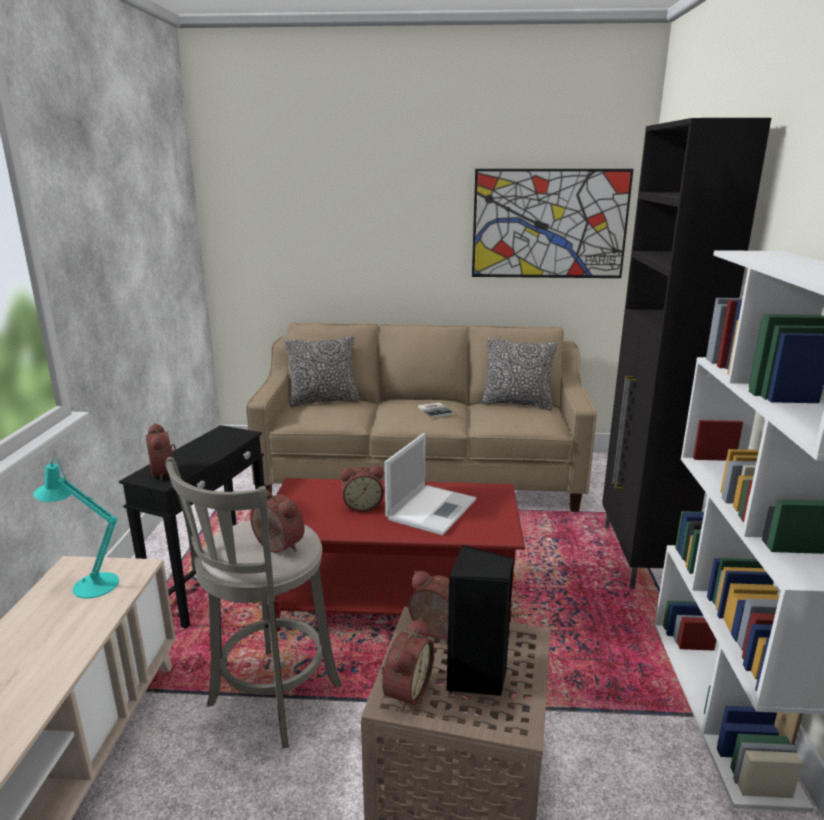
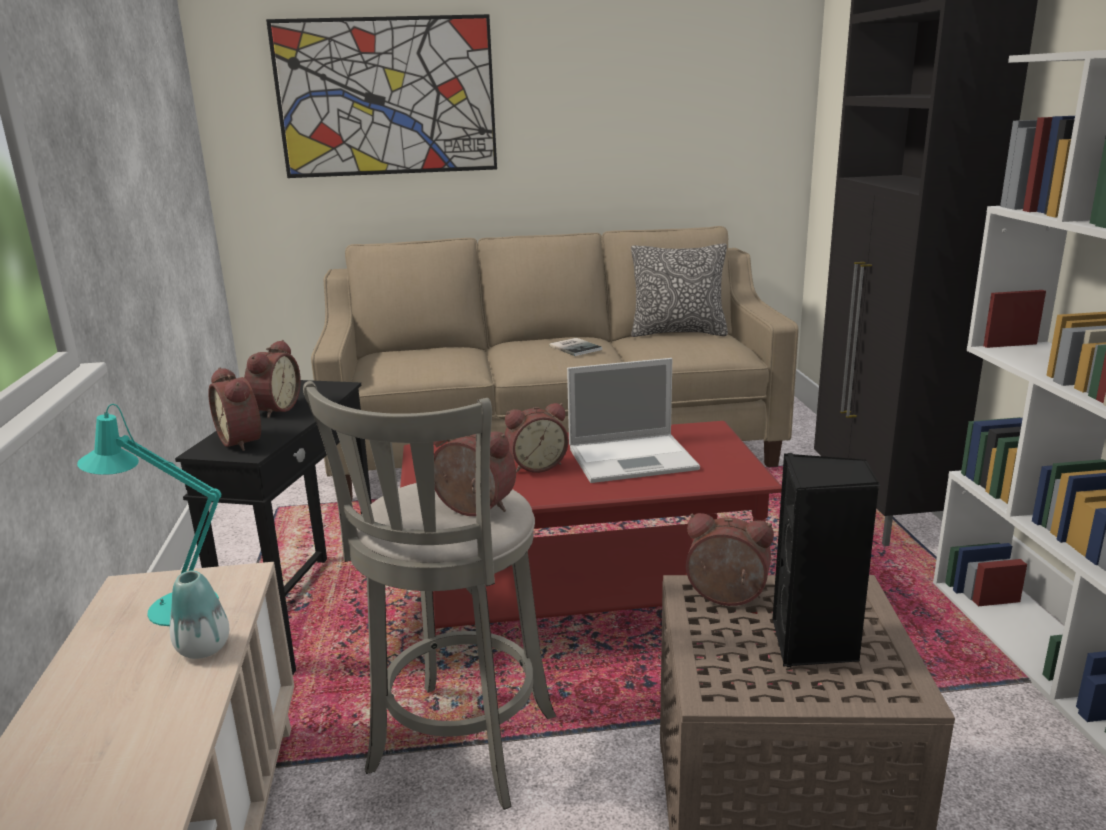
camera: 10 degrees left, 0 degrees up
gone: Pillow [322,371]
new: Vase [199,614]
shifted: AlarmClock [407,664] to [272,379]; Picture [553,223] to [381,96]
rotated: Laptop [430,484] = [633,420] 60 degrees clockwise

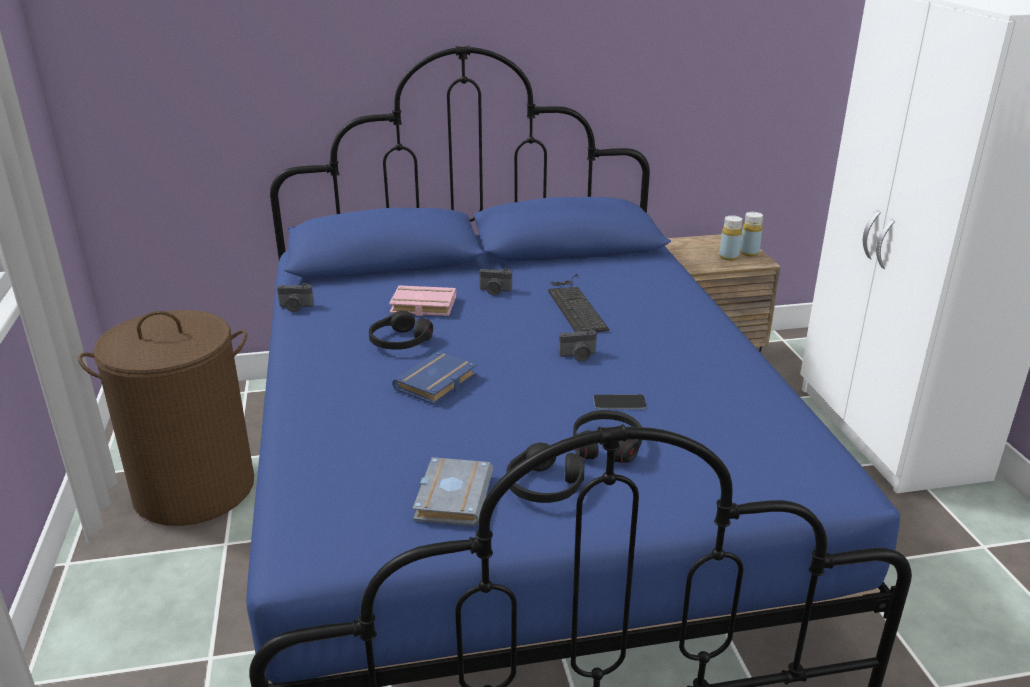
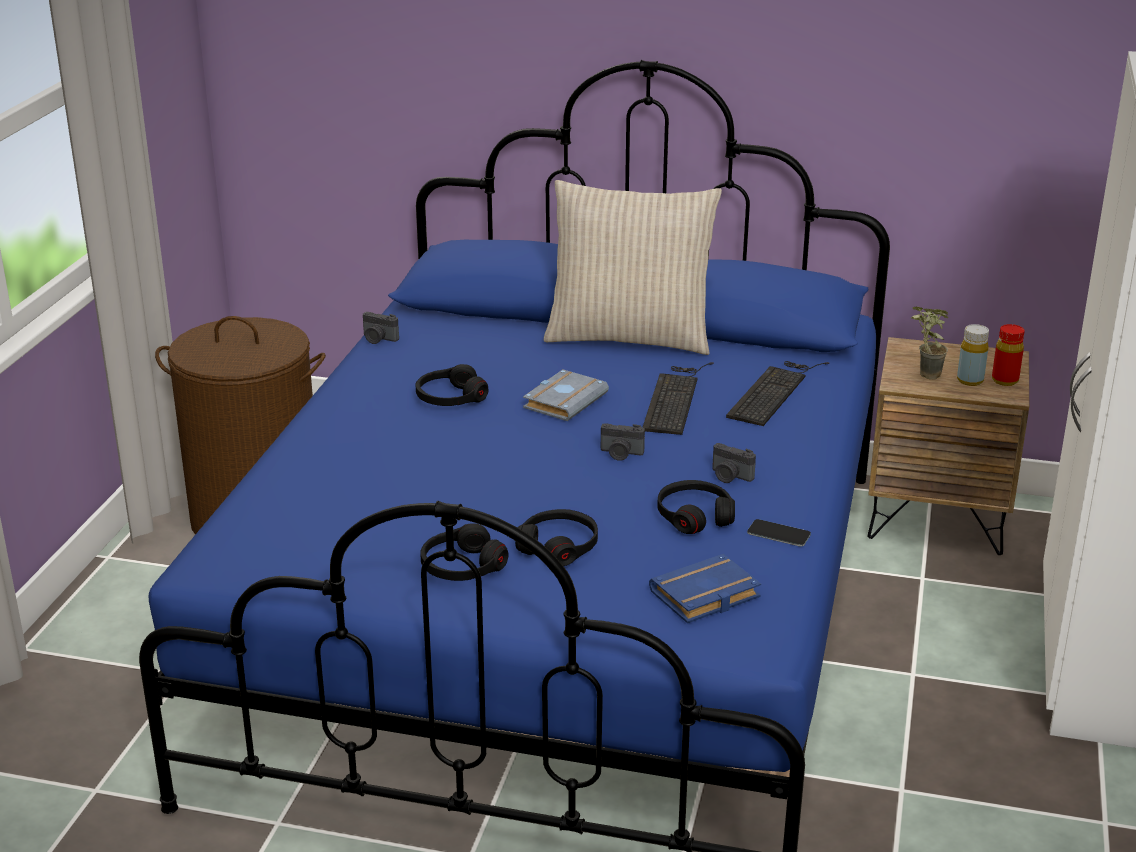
camera: 25 degrees right, 0 degrees up
gone: PinkBook [422,300]
new: BeigePillow [633,267]; BlackHeadphones [696,507]; Keyboard [778,393]; PottedPlant [929,343]
shifted: BlueBook [434,378] to [705,588]; GreyBook [453,491] to [566,395]; PhotoCamera [495,281] to [734,463]; Phone [619,402] to [779,533]
repainted: YellowBottle [751,234] to RedBottle [1008,355]

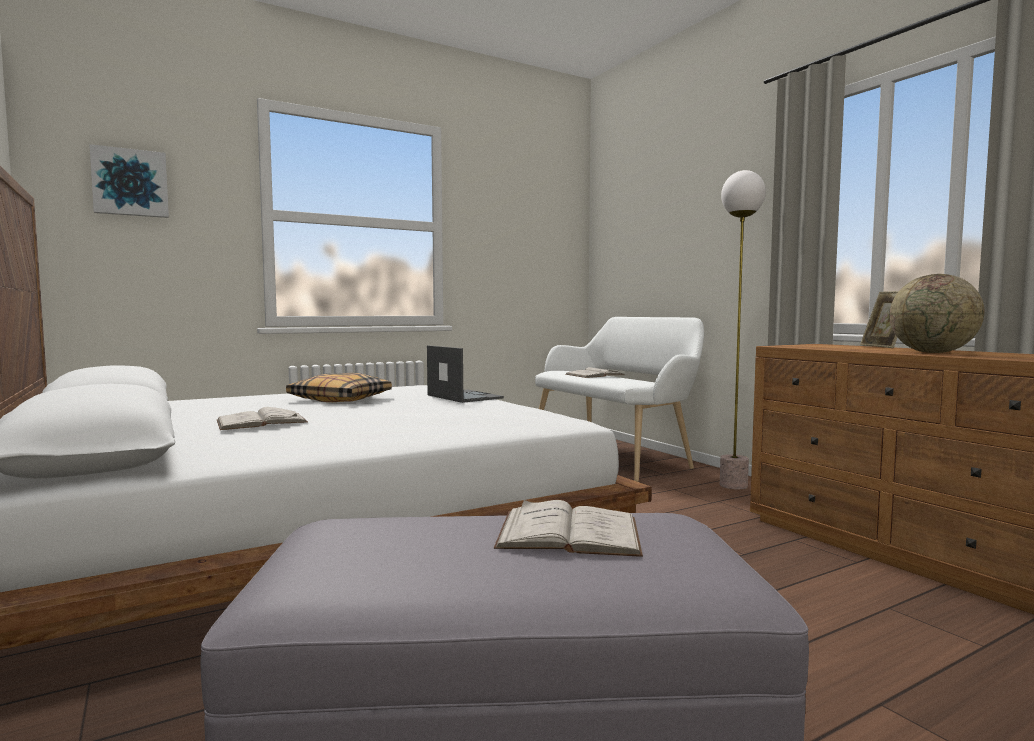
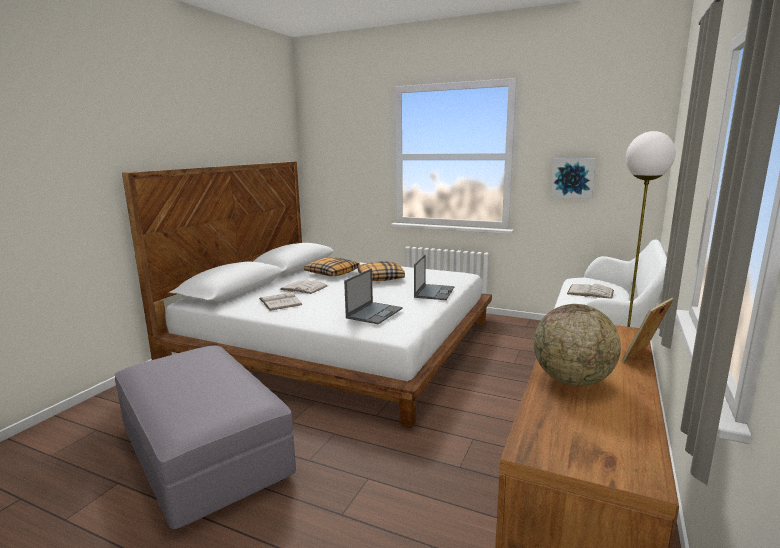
camera: 55 degrees right, 10 degrees up
new: Pillow [332,266]; Laptop [373,297]
shifted: Picture [129,181] to [573,178]; WhiteBook [568,528] to [280,301]

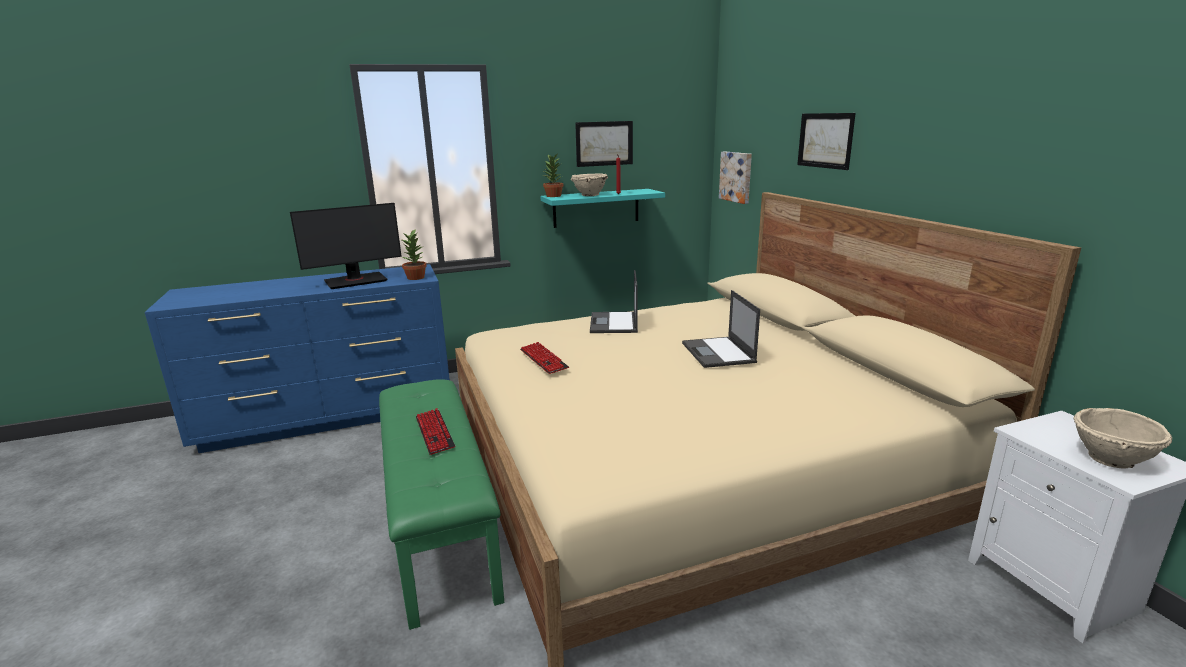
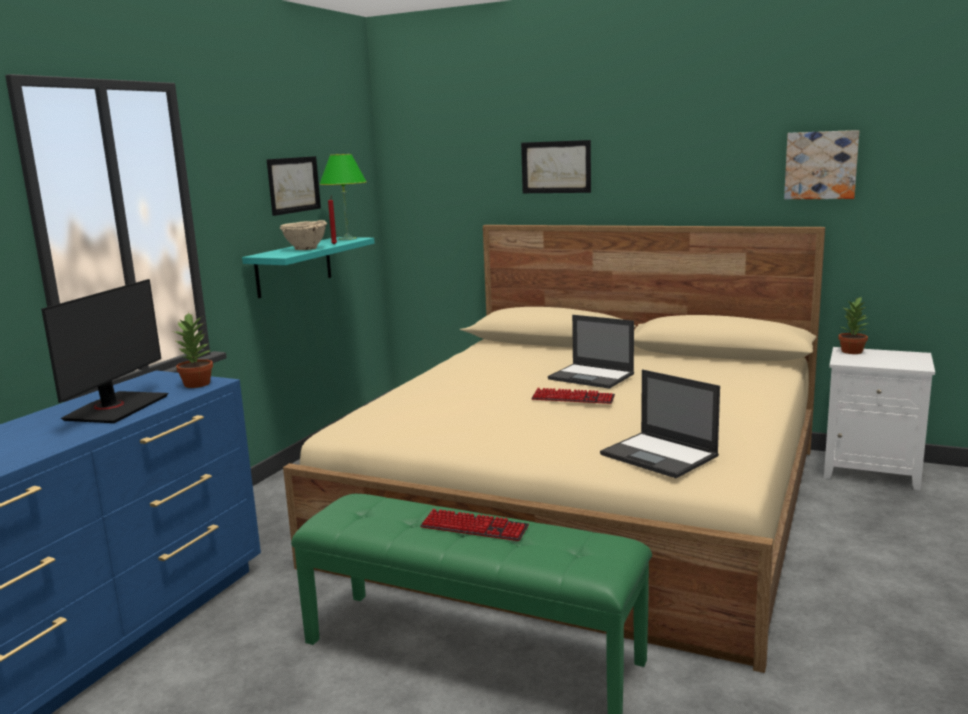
camera: 45 degrees left, 5 degrees down
gone: BeigeBowl [1122,438]
new: GreenTableLamp [343,197]
shifted: Keyboard [544,358] to [573,396]; PottedPlant [553,175] to [853,325]; Laptop [614,301] to [660,423]; Picture [735,178] to [821,164]

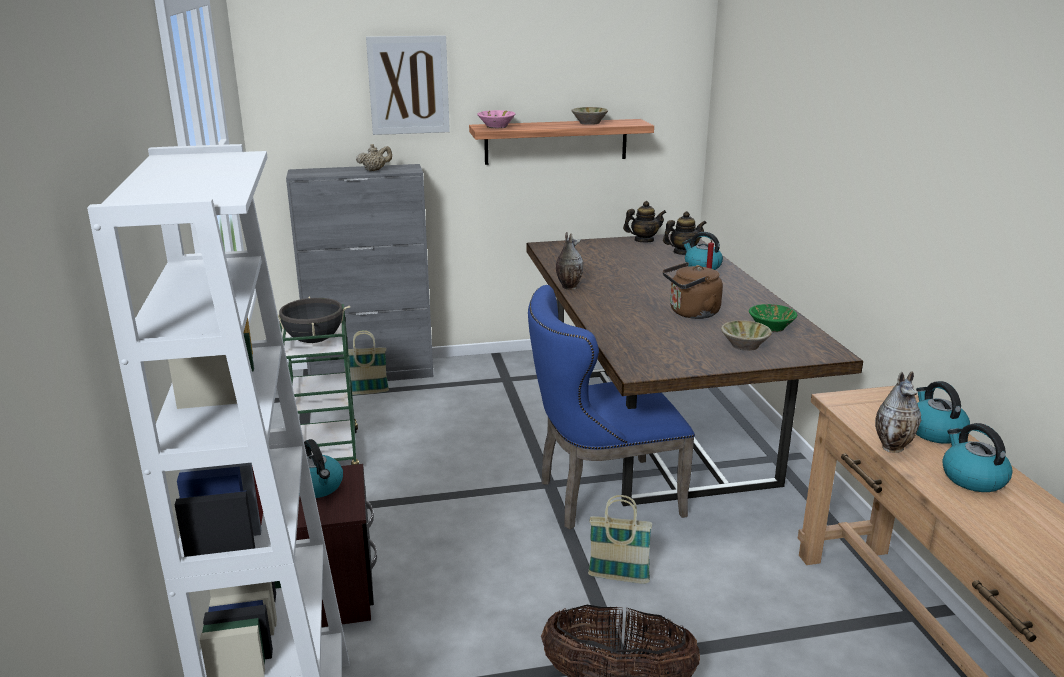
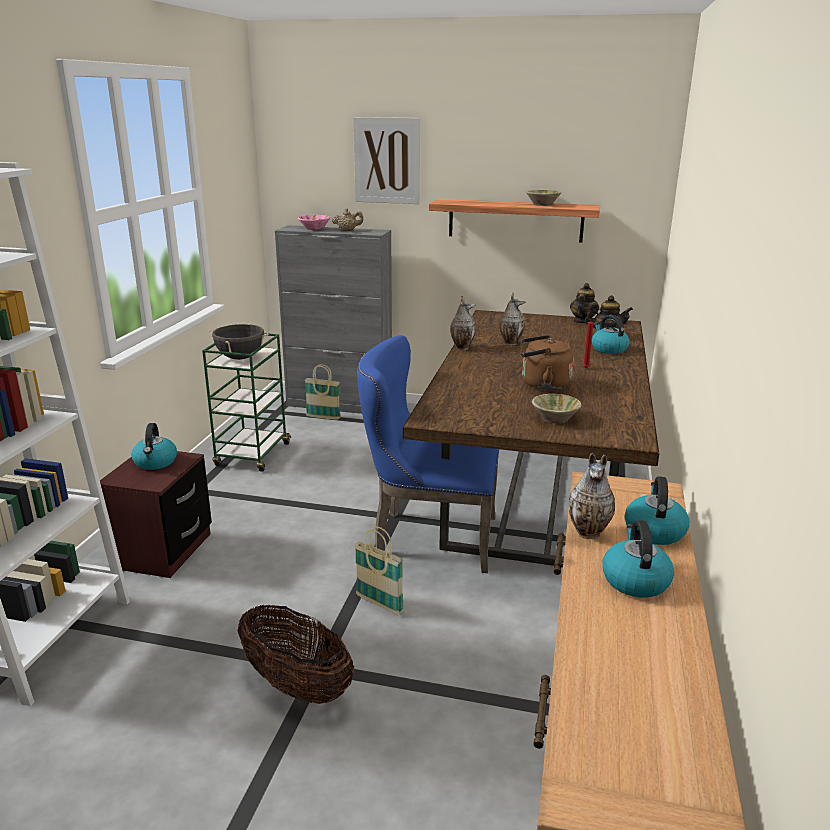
camera: 25 degrees right, 0 degrees up
gone: GreenBowl [773,318]
new: Vase [512,319]
shifted: PinkBowl [496,119] to [314,222]
rotated: Teapot [644,222] = [584,303] 75 degrees counterclockwise

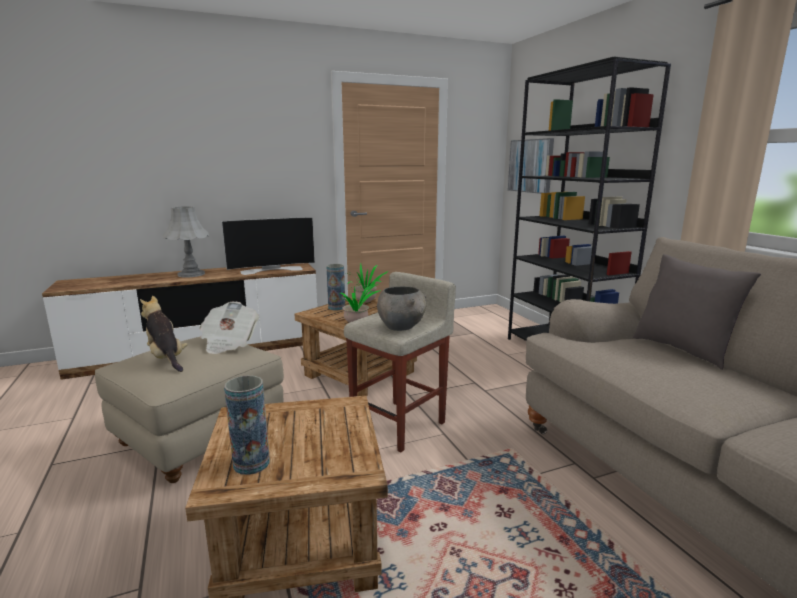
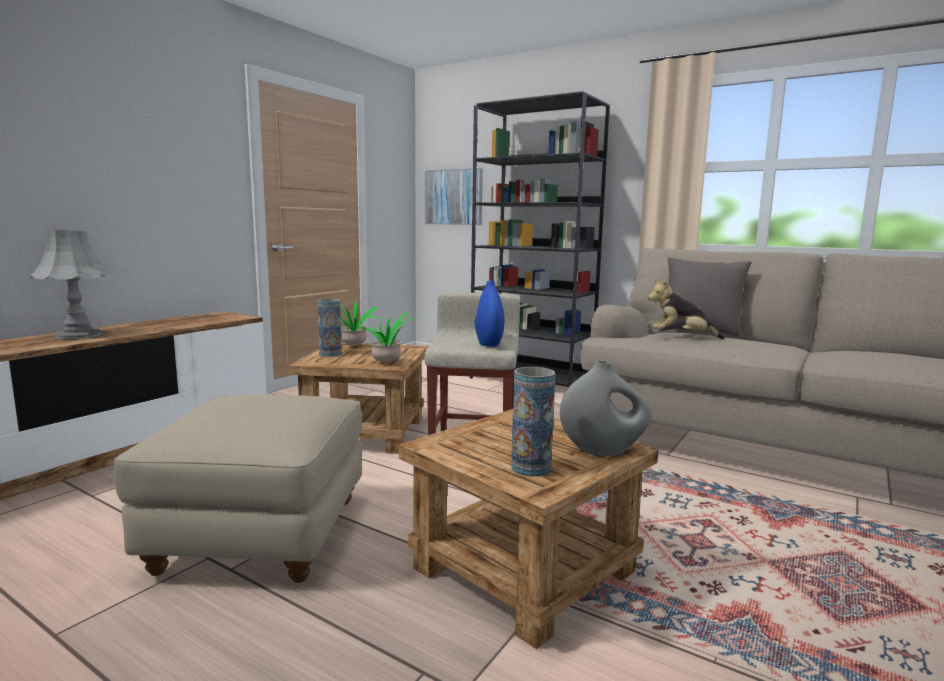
camera: 35 degrees left, 5 degrees down
gone: Newspaper [229,328]; Television [268,246]
new: GreyVase [606,408]
shifted: PlushToy [164,334] to [686,309]
swapped: GreyBowl [401,308] to BlueVase [489,314]

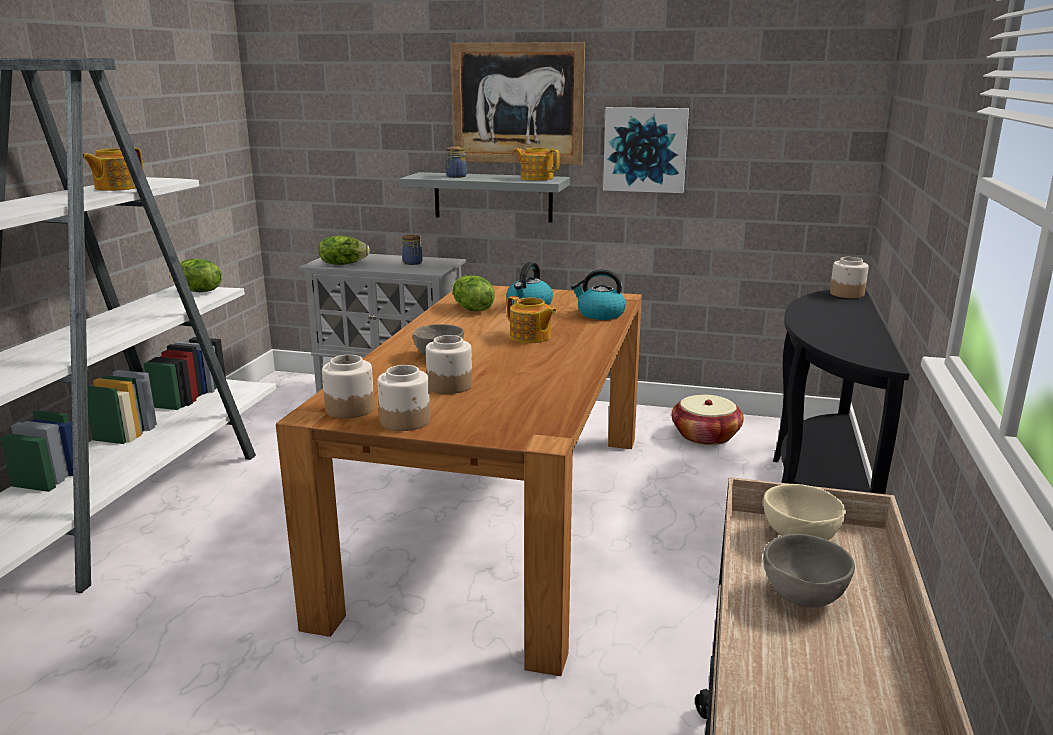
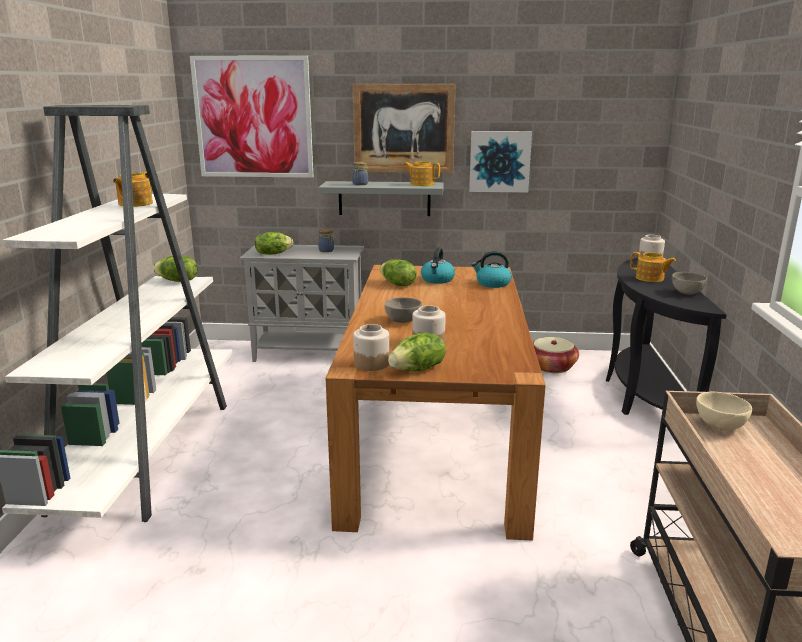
camera: 10 degrees left, 0 degrees up
new: Picture [252,116]
shifted: Teapot [532,319] to [653,267]; GreyBowl [809,571] to [689,283]
swapped: Jar [403,398] to Lettuce [417,352]

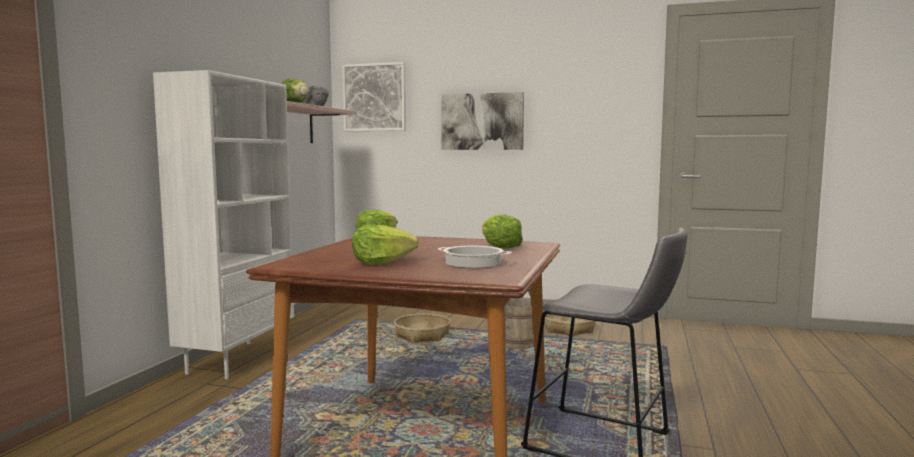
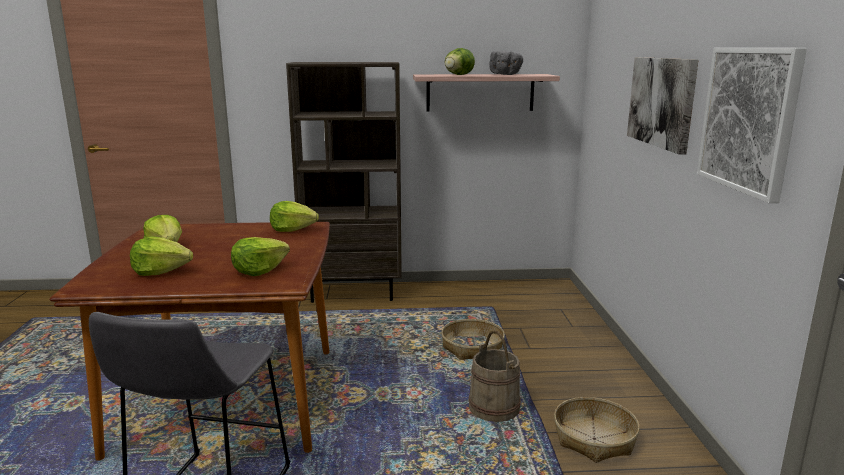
camera: 70 degrees right, 10 degrees up
shifted: Picture [374,96] to [752,125]
swapped: CookingPot [474,257] to Lettuce [161,256]
repainted: WhiteBookcase [223,225] to BrownBookcase [344,182]

